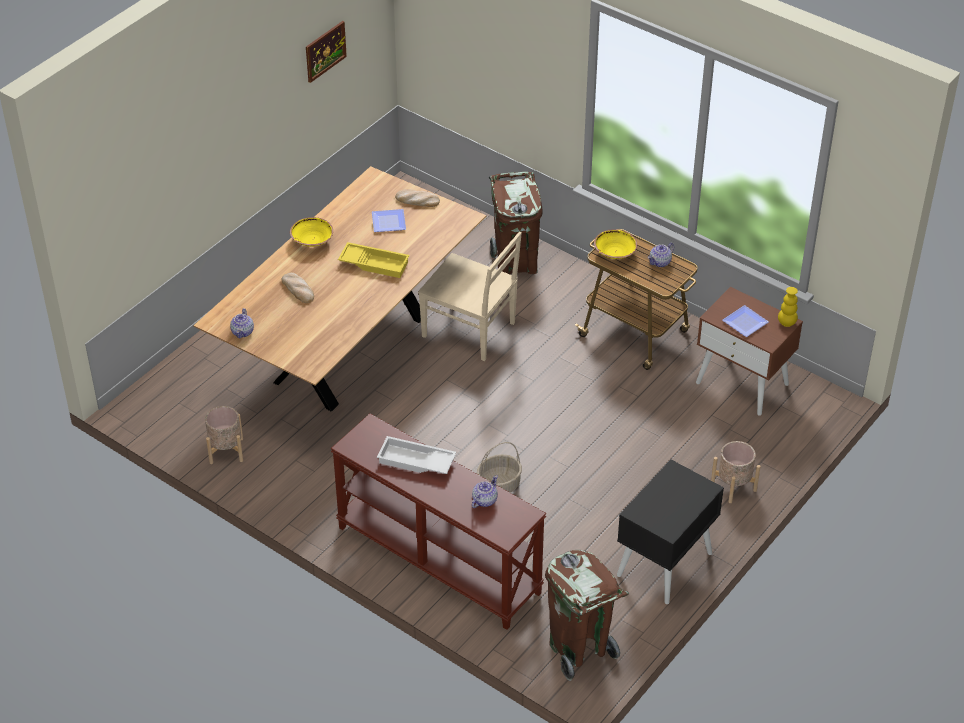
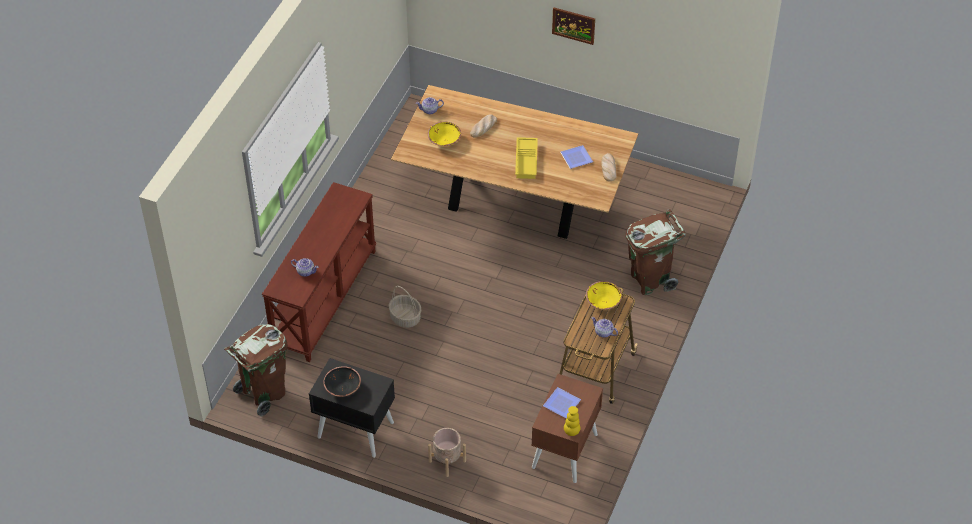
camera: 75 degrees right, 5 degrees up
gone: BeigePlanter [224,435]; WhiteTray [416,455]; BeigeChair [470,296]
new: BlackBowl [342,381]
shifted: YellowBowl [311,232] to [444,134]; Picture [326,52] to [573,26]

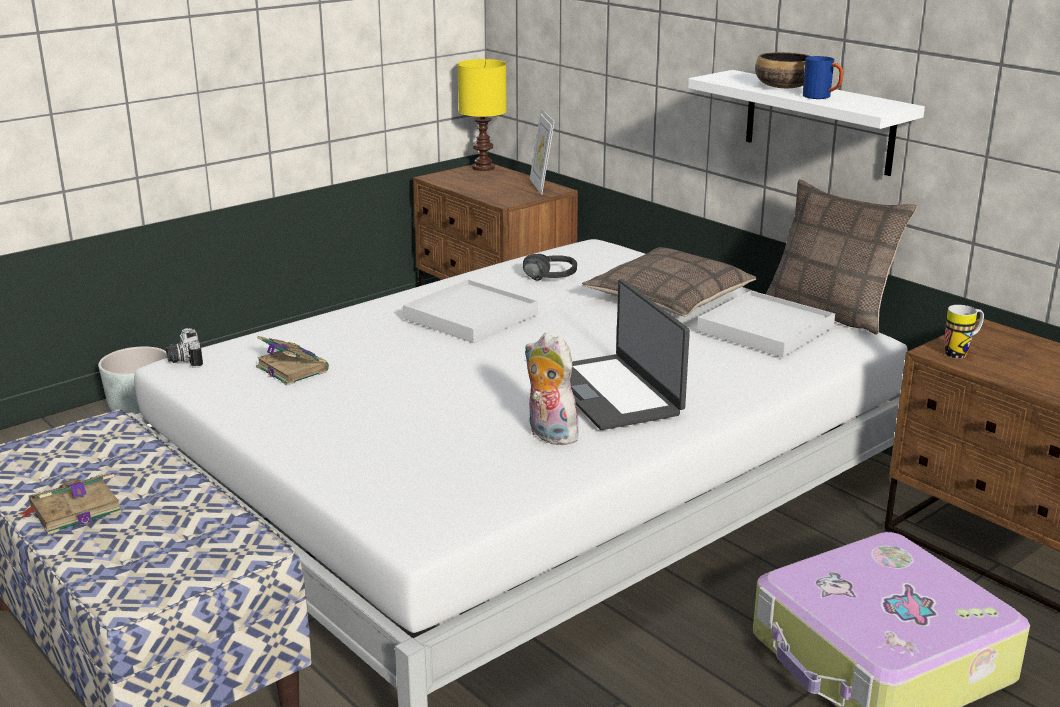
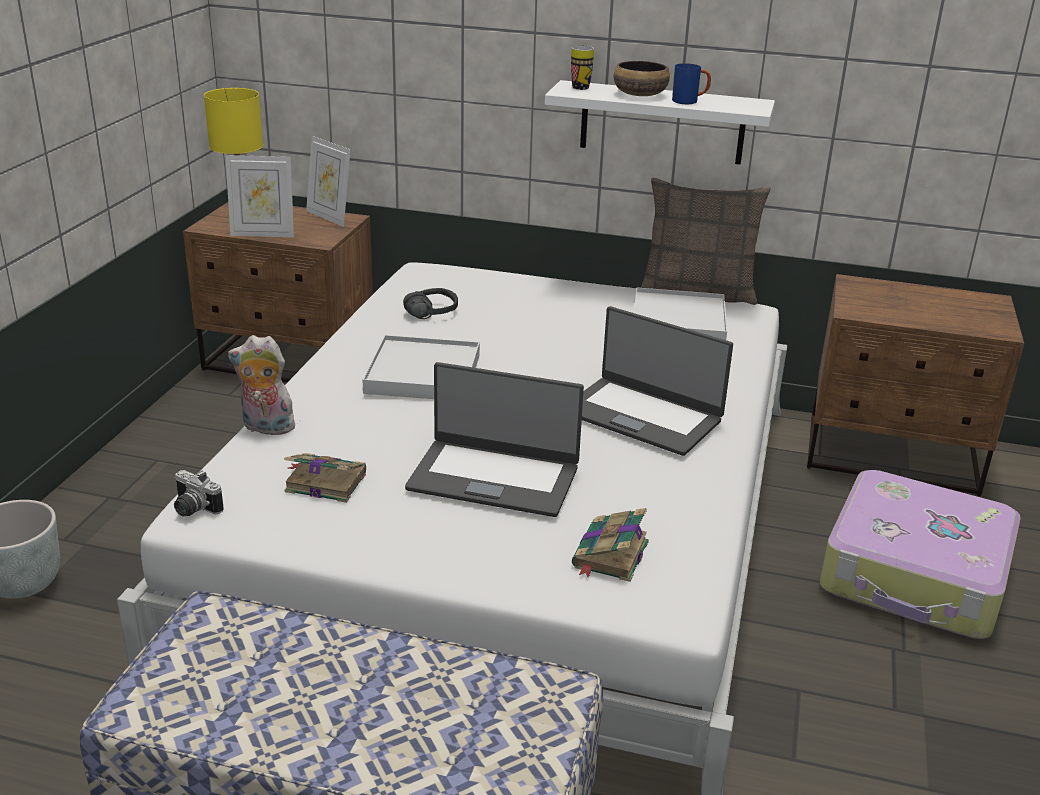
camera: 35 degrees left, 5 degrees up
gone: Pillow [669,281]
new: PictureFrame [259,196]; Laptop [494,439]
shifted: Book [70,504] to [610,545]; PlushToy [552,389] to [261,385]; Mug [964,332] to [583,67]

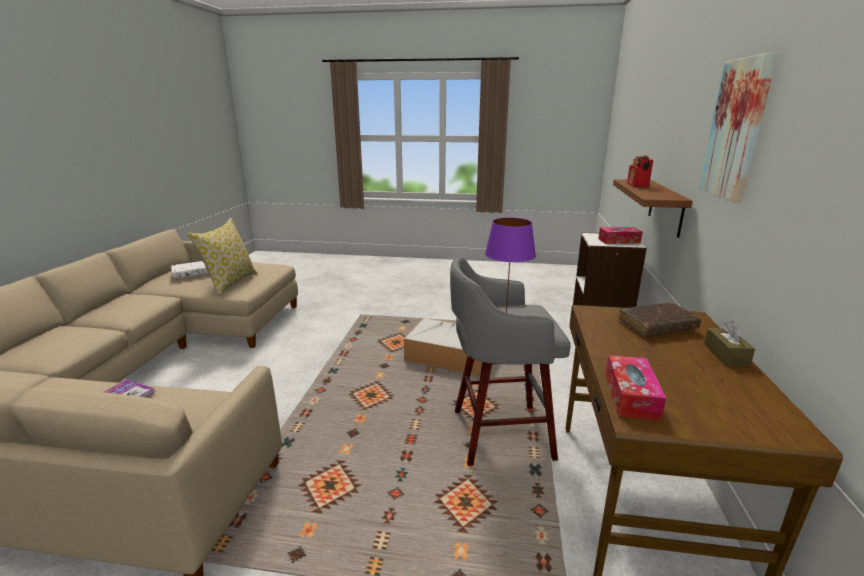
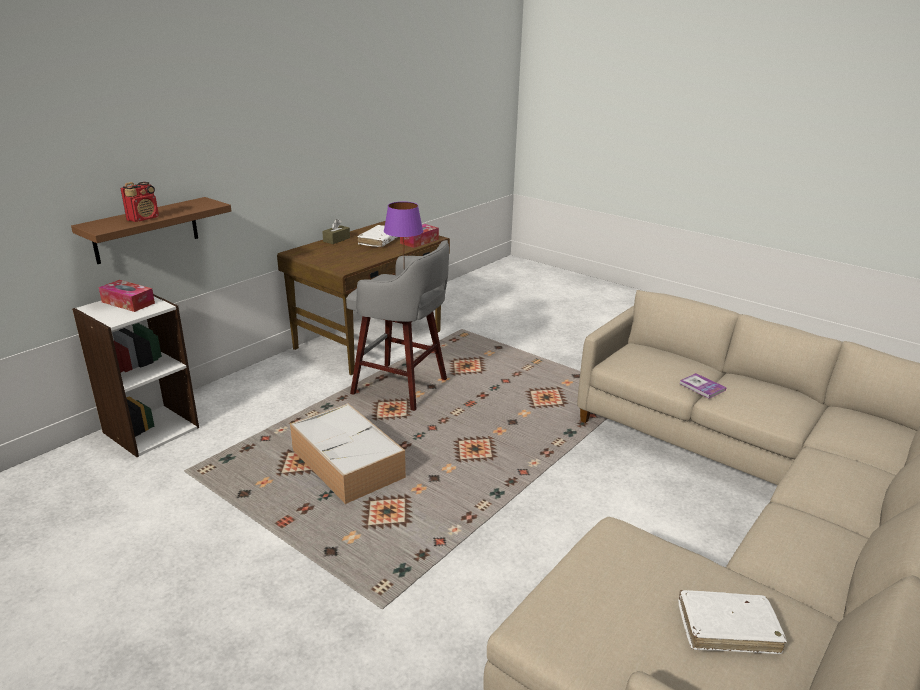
camera: 150 degrees left, 5 degrees up
gone: Pillow [222,256]; BrownBook [660,319]; Picture [738,128]
new: WhiteBook [377,236]

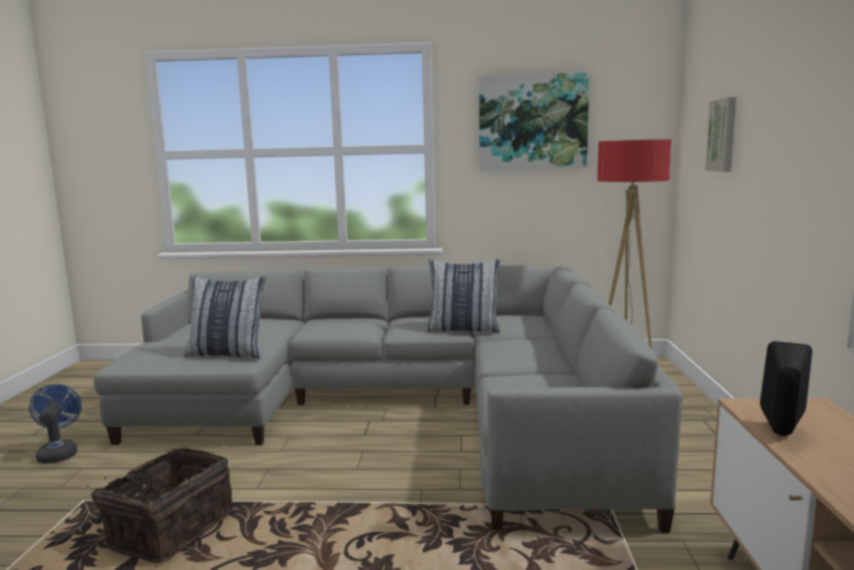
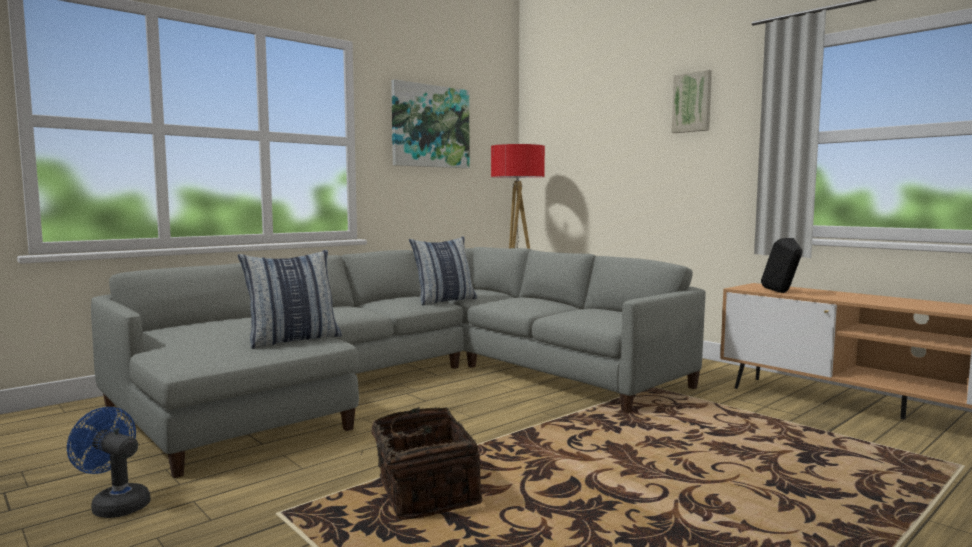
camera: 45 degrees left, 5 degrees down
shifted: Picture [720,134] to [692,101]

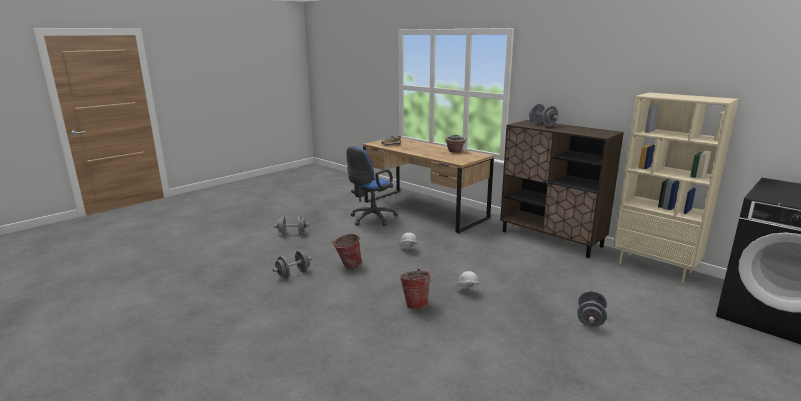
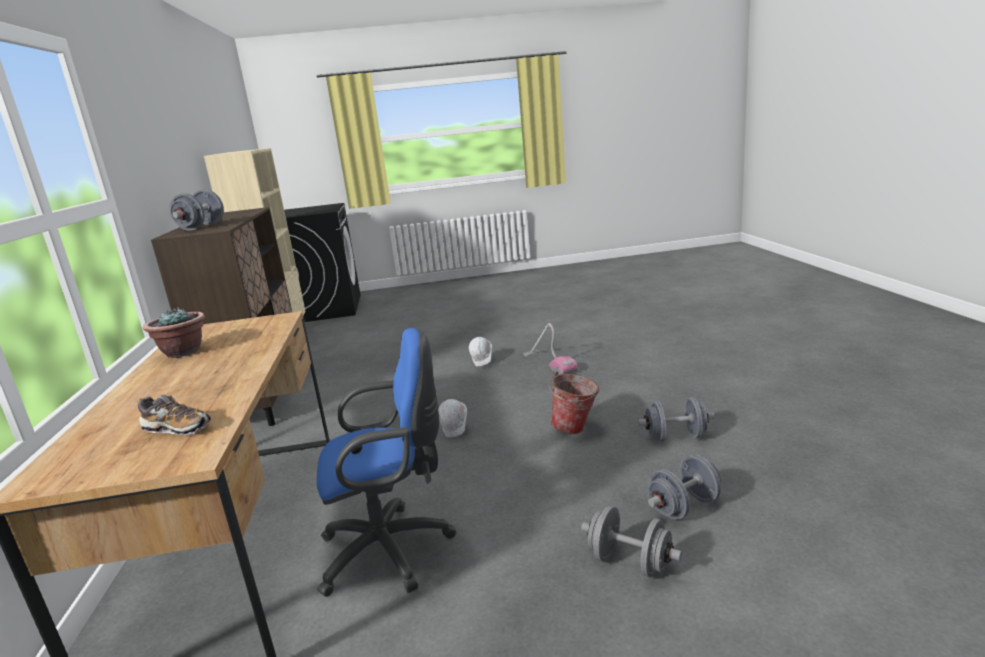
camera: 140 degrees left, 0 degrees up
shifted: GreyDumbbell [592,308] to [684,487]
swapped: Bucket [416,289] to VacuumCleaner [550,349]

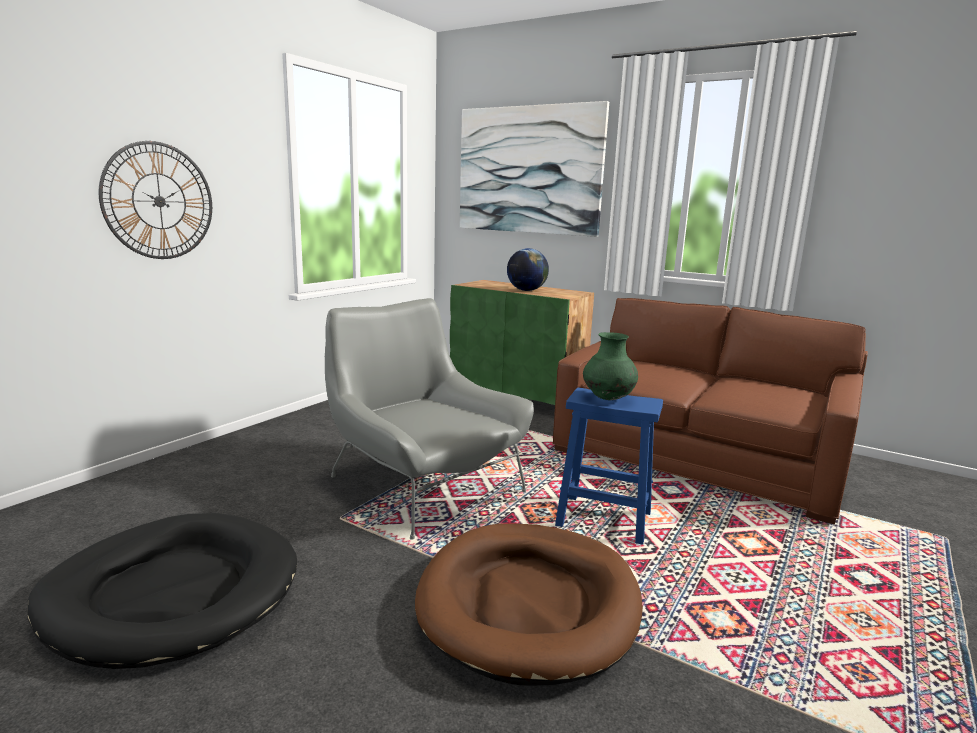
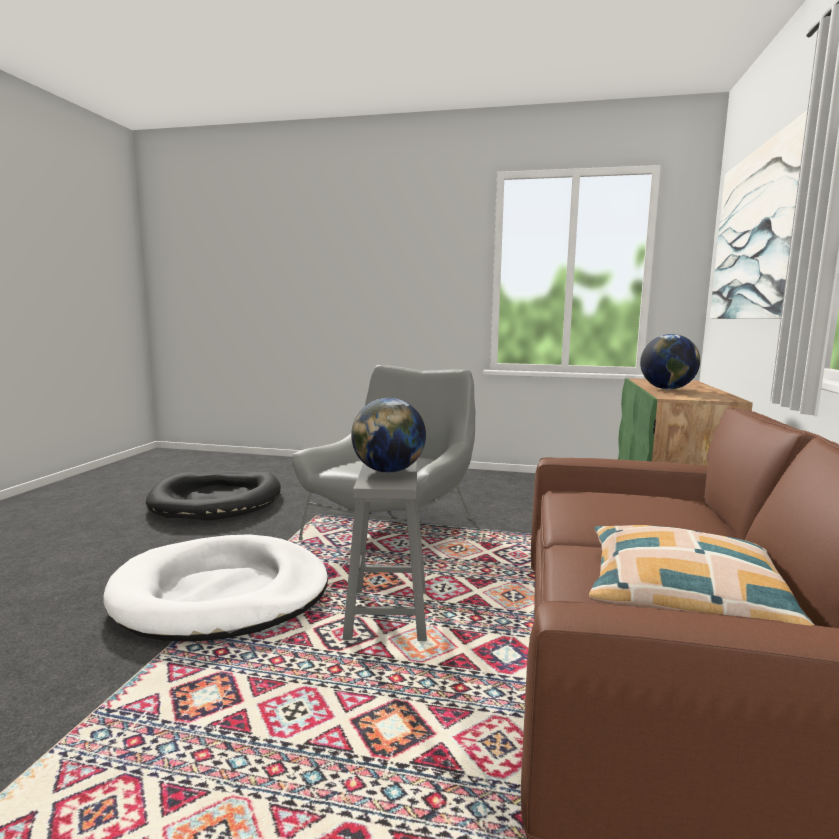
camera: 70 degrees right, 5 degrees down
gone: WallClock [155,200]
new: Pillow [702,575]
swapped: GreenVase [610,366] to Globe [388,435]
repainted: BrownDogBed [529,604] to WhiteDogBed [215,587]; BlueStool [609,466] to GreyStool [385,551]

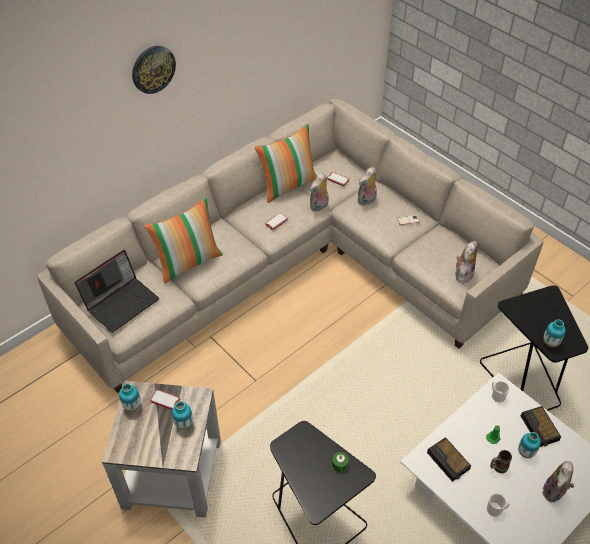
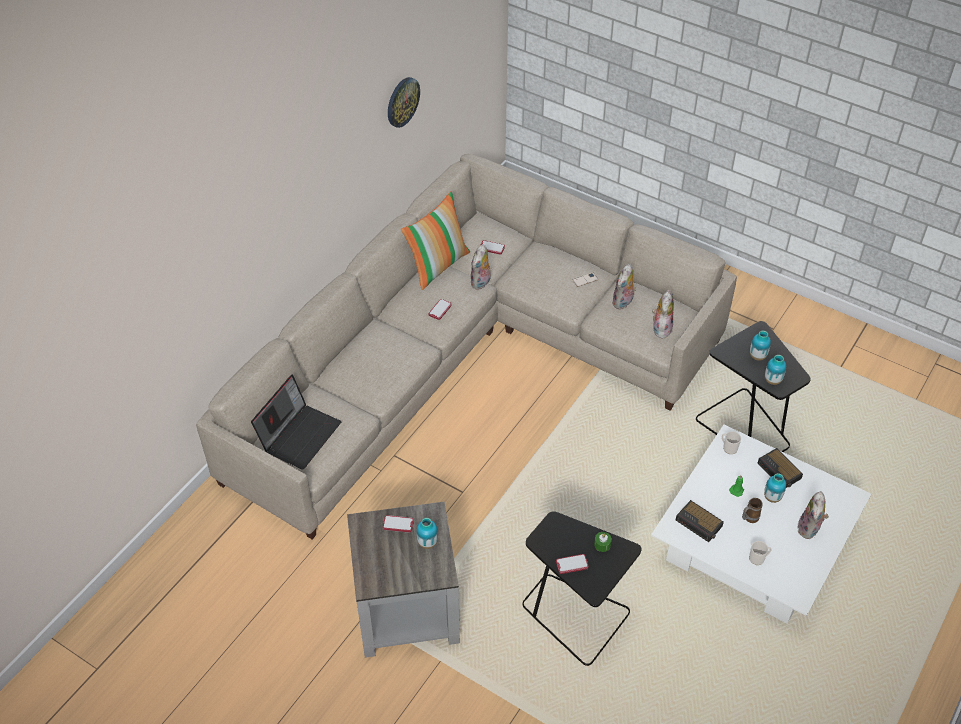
camera: 15 degrees left, 0 degrees up
gone: Pillow [183,240]
new: Phone [572,564]
shifted: Vase [130,397] to [760,346]; WallClock [154,70] to [404,102]; PlushToy [367,186] to [624,287]

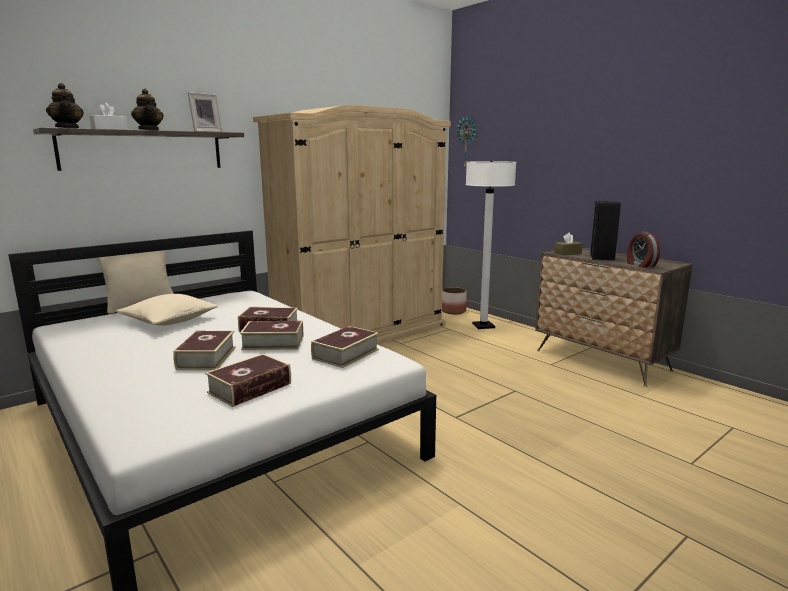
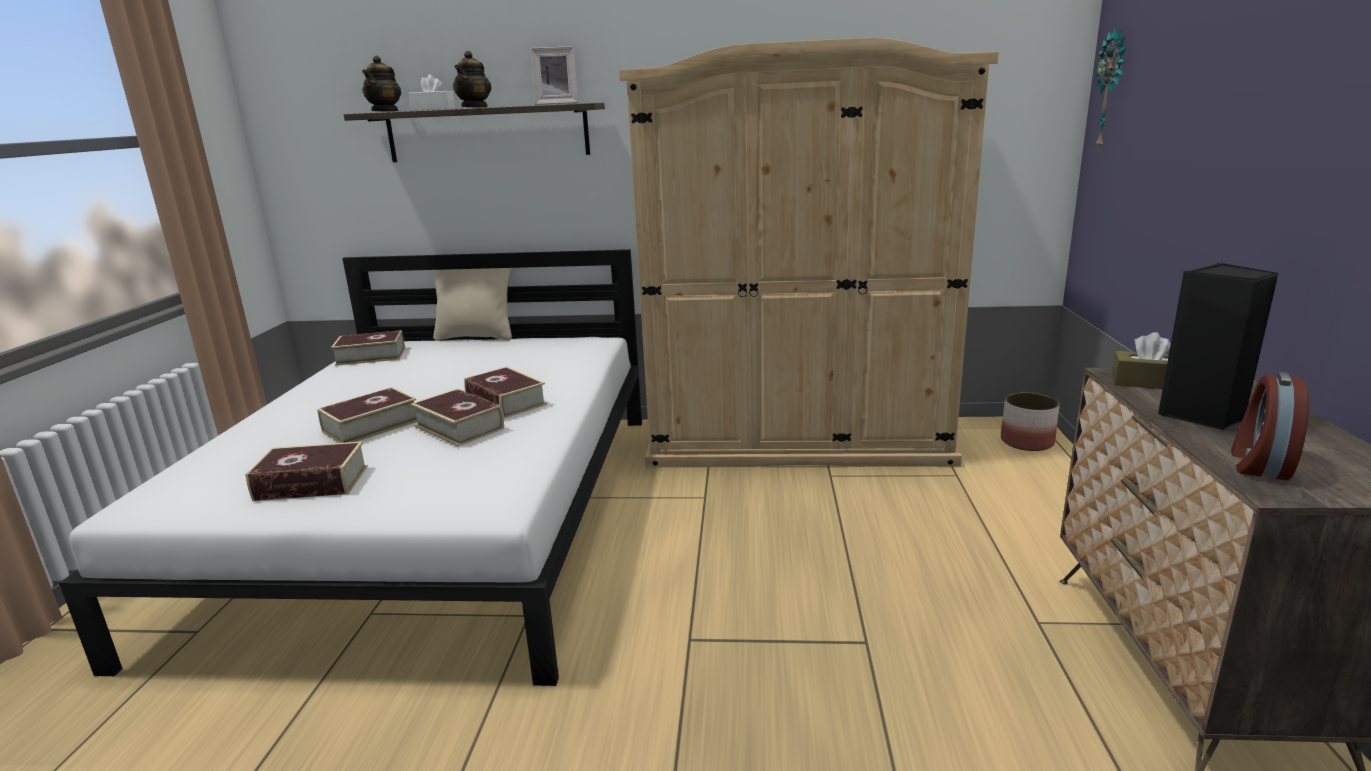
camera: 45 degrees right, 5 degrees up
gone: BeigePillow [167,310]; WhiteFloorLamp [491,245]
shifted: Book [345,347] to [368,348]

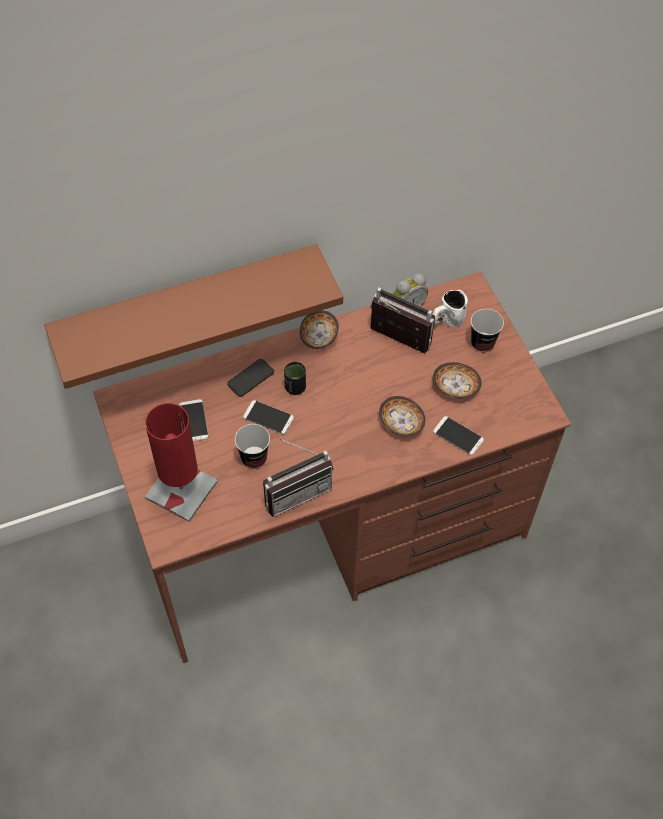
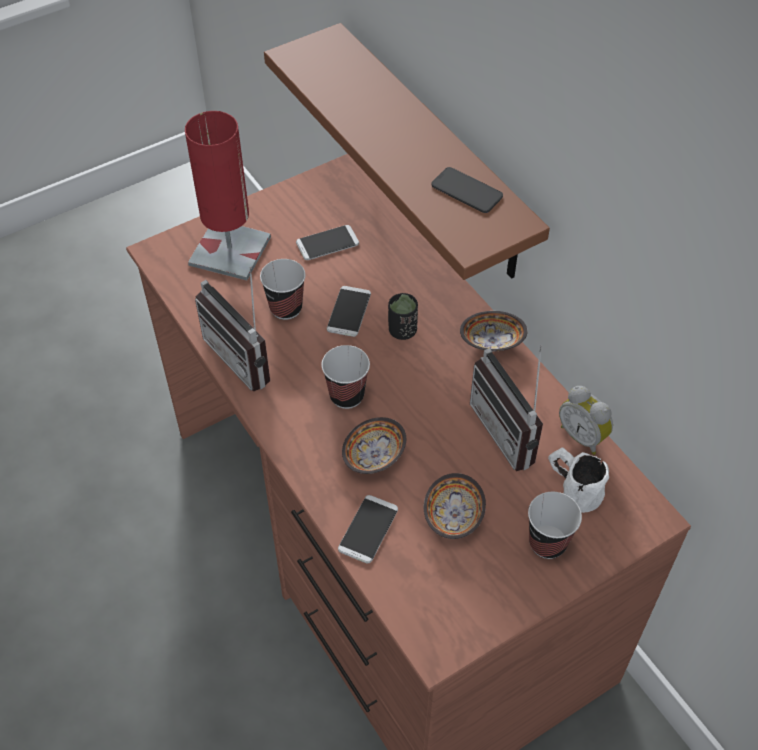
camera: 80 degrees right, 5 degrees down
new: Cup [345,377]
shifted: Phone [250,378] to [467,190]
rotated: Radio [402,320] = [506,408] 135 degrees clockwise

